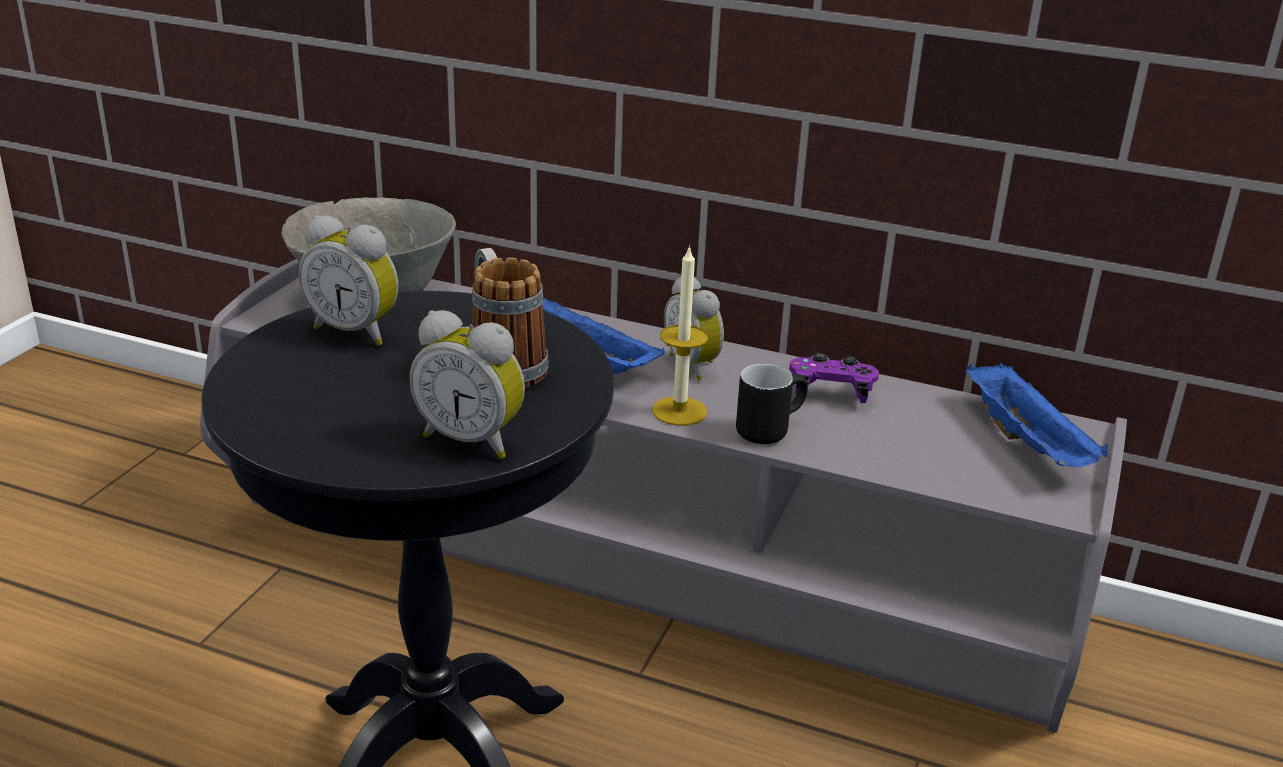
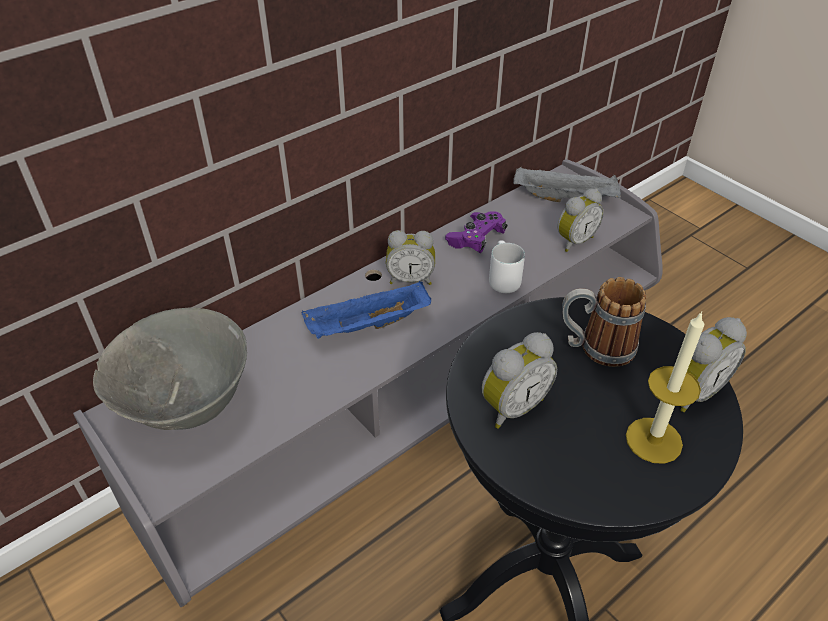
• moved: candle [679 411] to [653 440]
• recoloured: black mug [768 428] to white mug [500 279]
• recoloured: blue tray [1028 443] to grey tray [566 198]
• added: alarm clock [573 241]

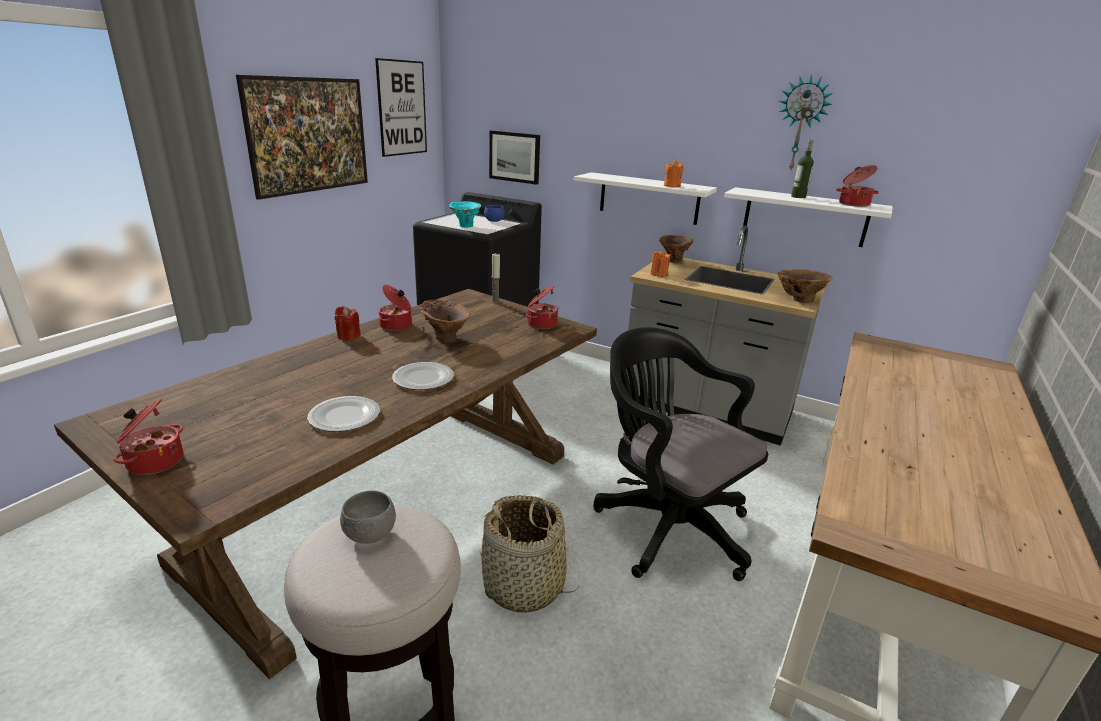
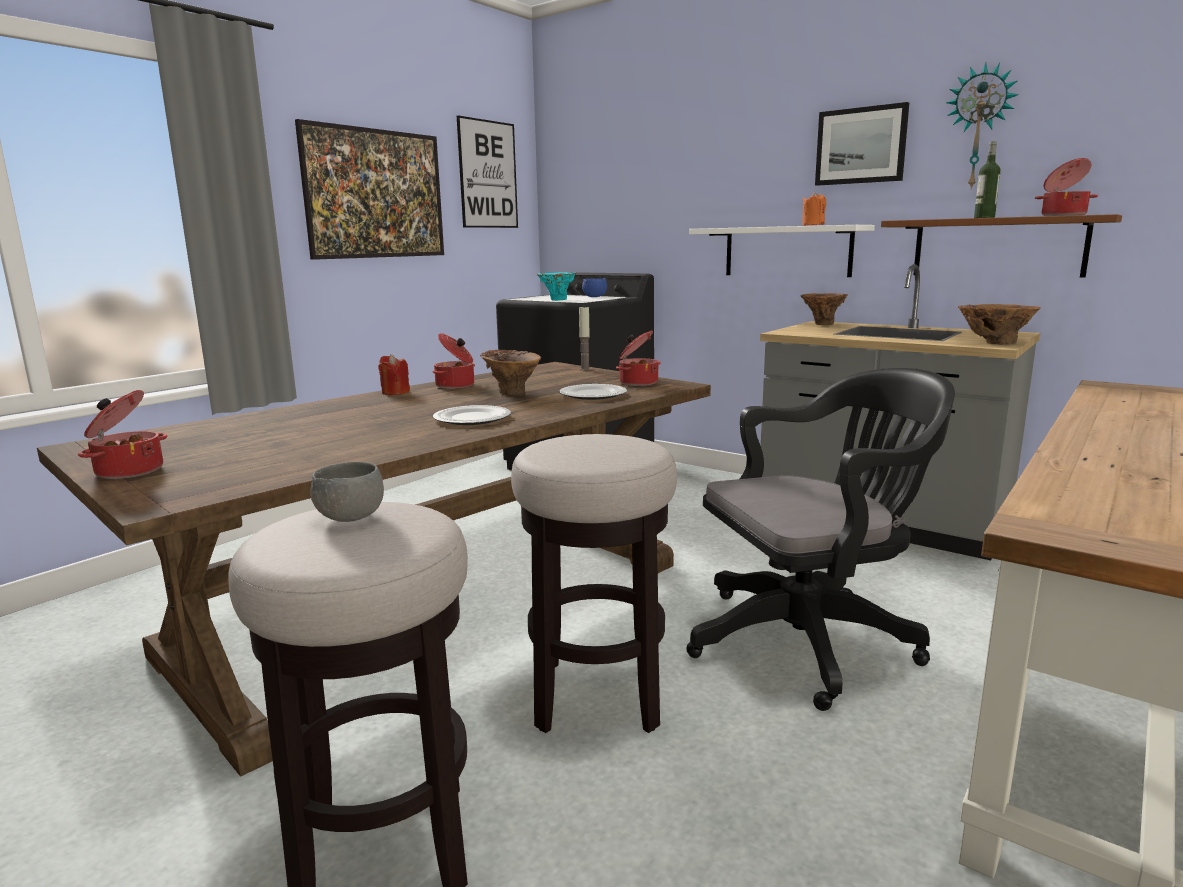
• moved: plate [345 416] to [593 394]
• replaced: basket [524 585] to stool [597 697]
• moved: picture [515 157] to [861 146]
• turned: black office chair [666 524] = [811 640] 105 degrees clockwise
• removed: orange candle [658 274]
• recoloured: white shelf [804 217] to brown shelf [998 247]

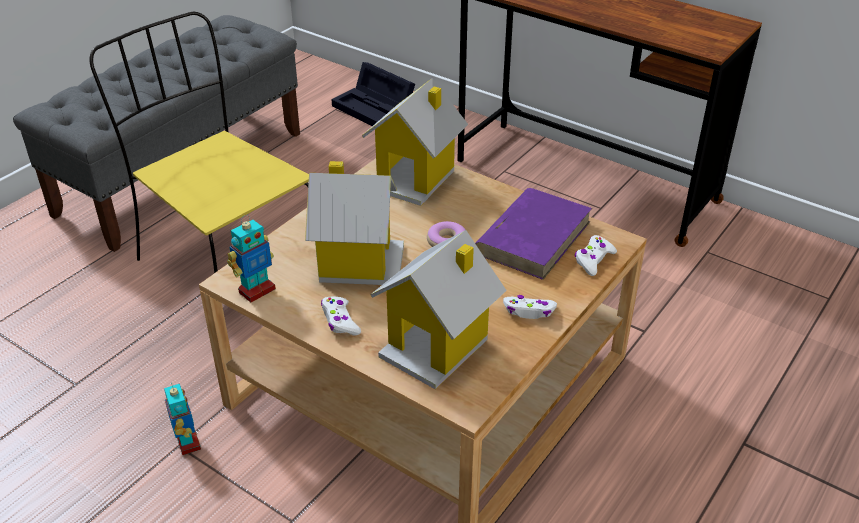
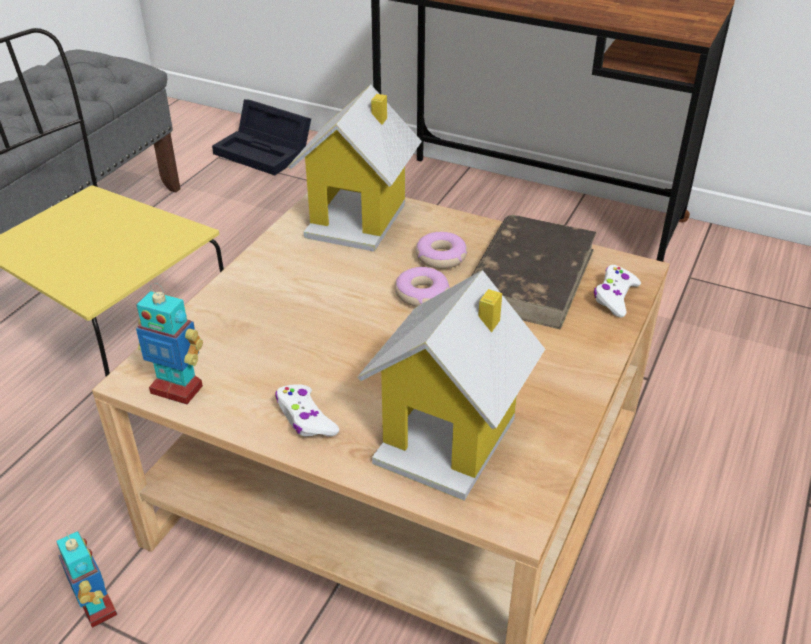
• turned: toy robot [256 290] = [177 389] 75 degrees clockwise
• removed: toy house [357 262]
• recoloured: purple book [533 236] to brown book [530 275]
• removed: white game controller [529 311]
• added: donut [441 257]

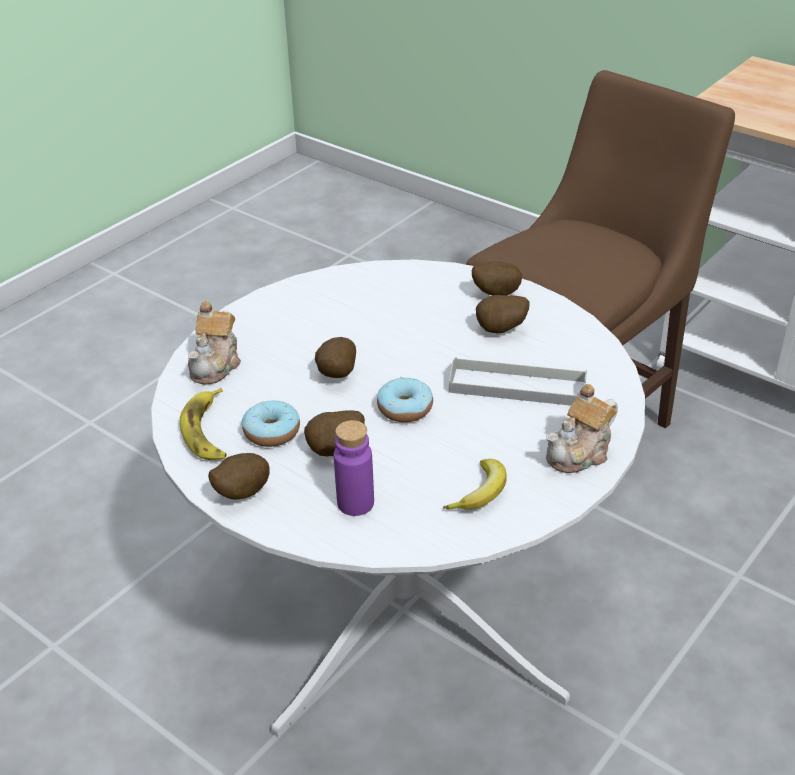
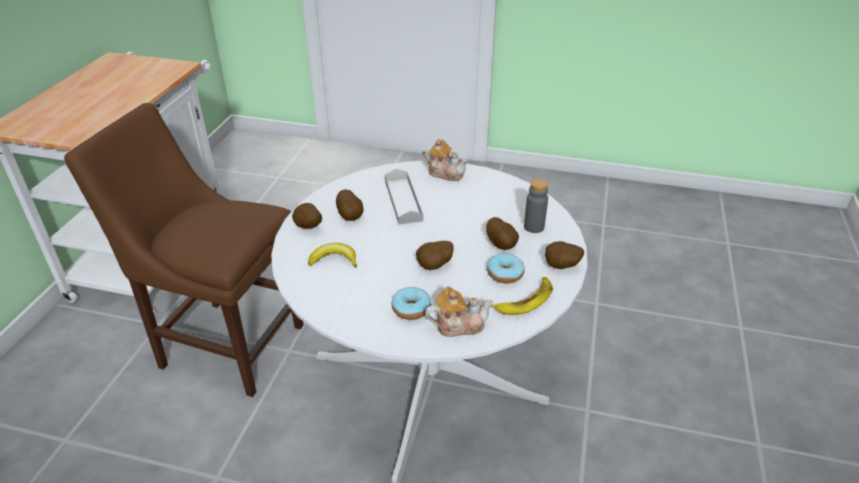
• recoloured: purple bottle [355 503] to grey bottle [534 227]
• moved: donut [405 408] to [411 309]
• moved: banana [481 493] to [334 260]

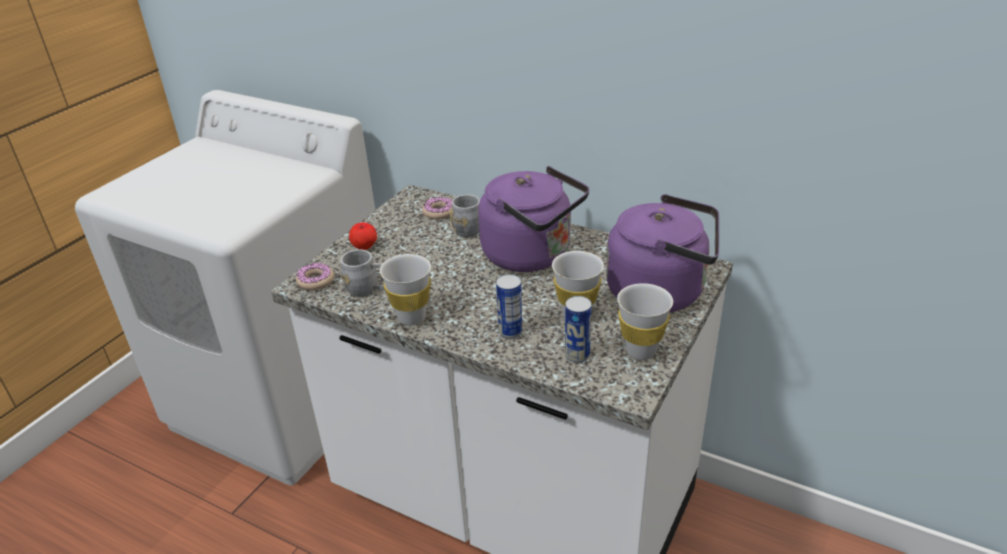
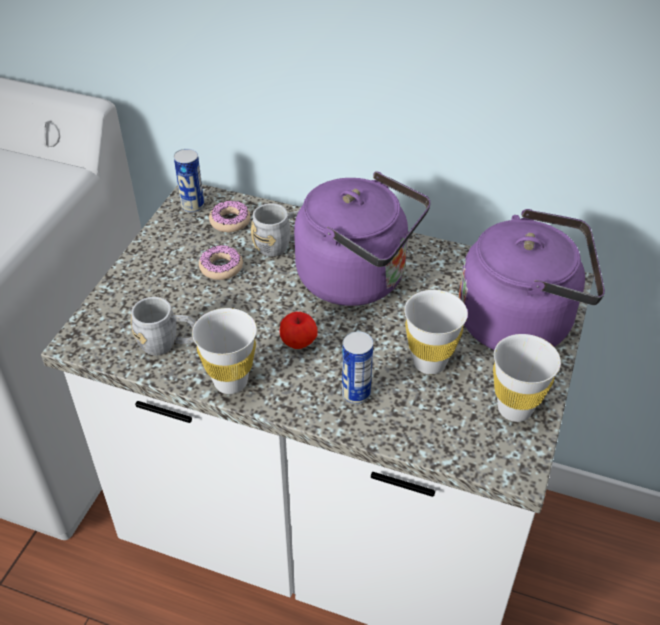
• moved: donut [315 281] to [221 267]
• moved: apple [365 247] to [298 342]
• moved: can [577 355] to [192 206]

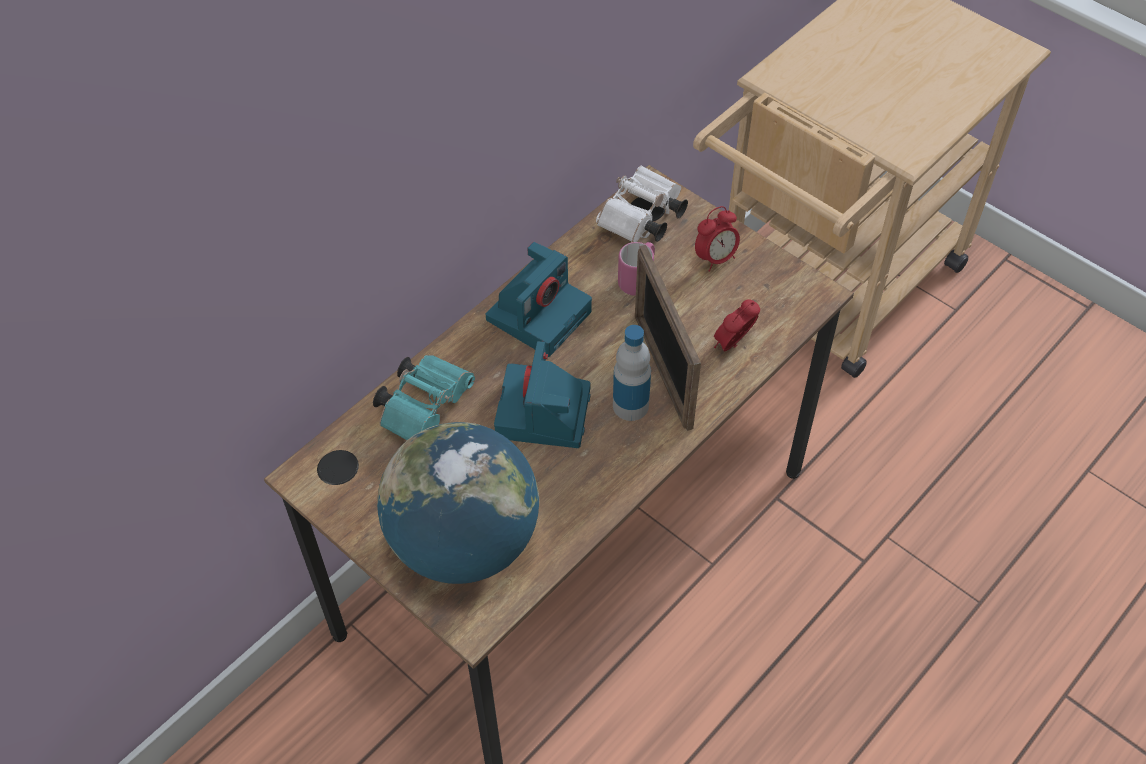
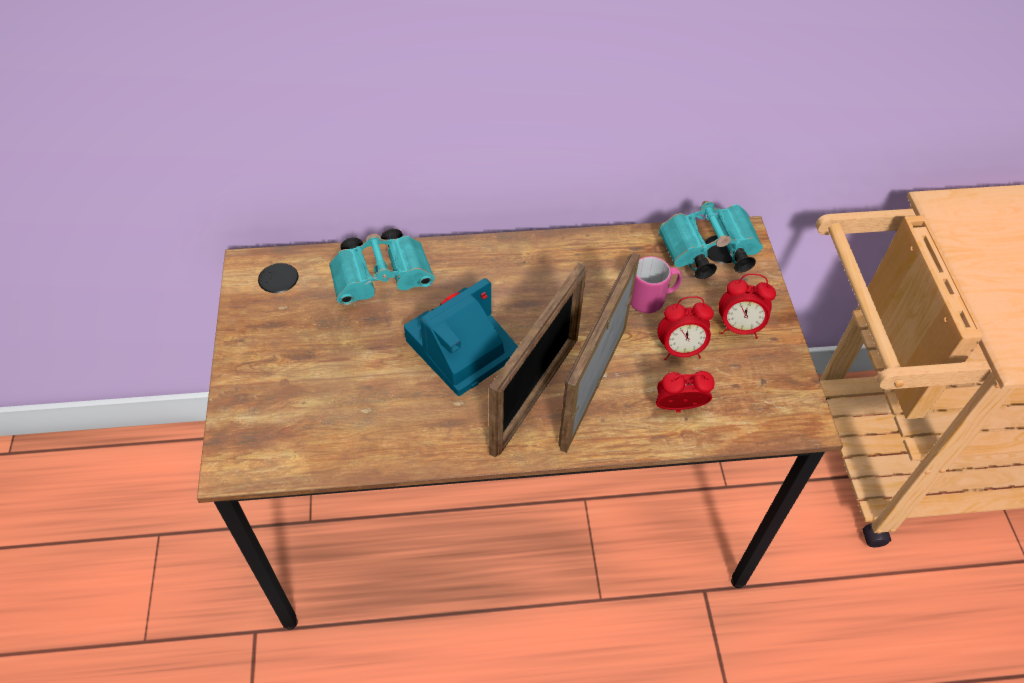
• removed: globe [464 542]
• removed: photo camera [539 313]
• recoloured: white binoculars [641 219] to turquoise binoculars [706 254]
• replaced: bottle [630 405] to picture frame [535 394]
• added: alarm clock [680 350]

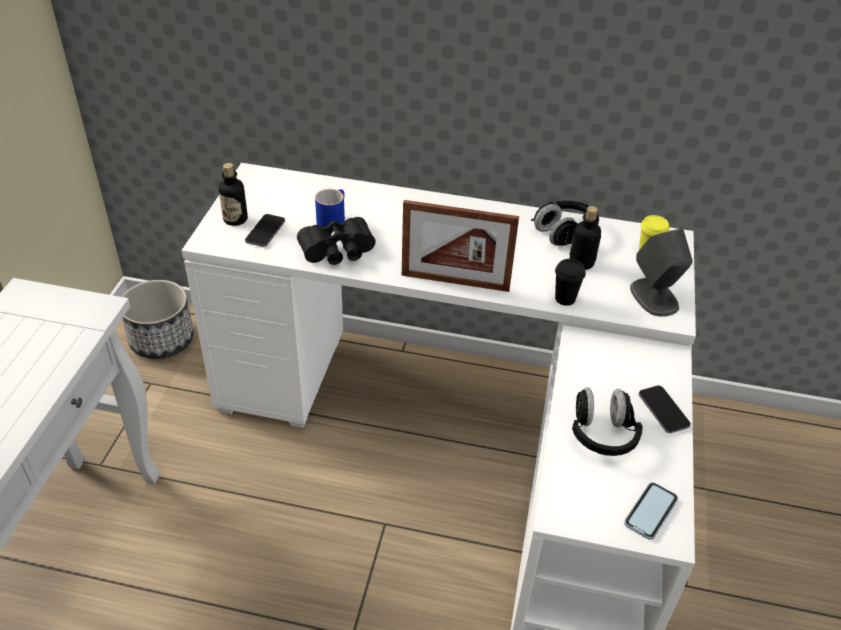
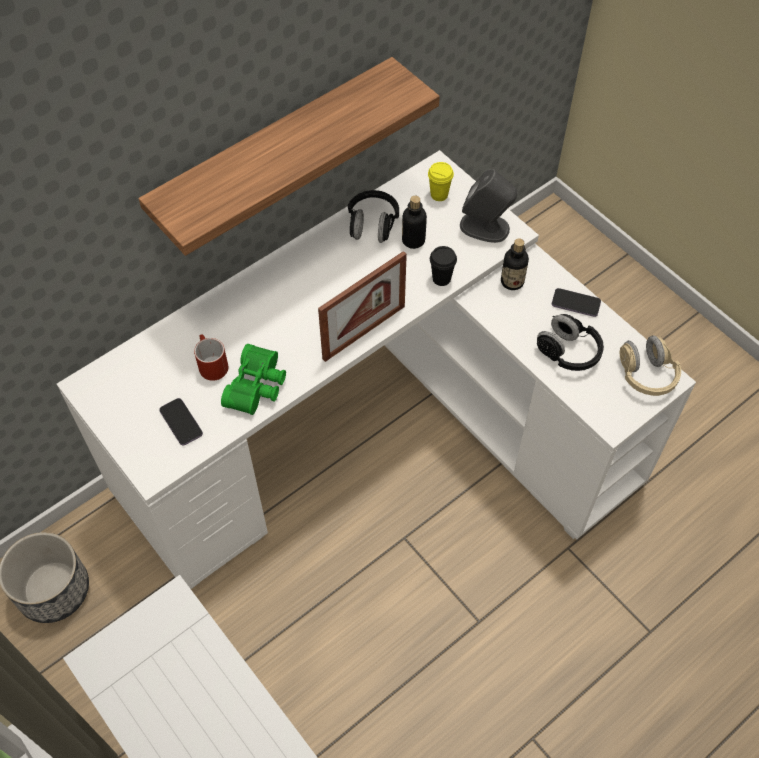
• moved: bottle [235 219] to [512 281]
• recoloured: black binoculars [338 252] to green binoculars [258 386]
• recoloured: blue mug [332 219] to red mug [210 364]
• replaced: phone [650 512] to beige headphones [646 374]
• added: shelf [275 153]

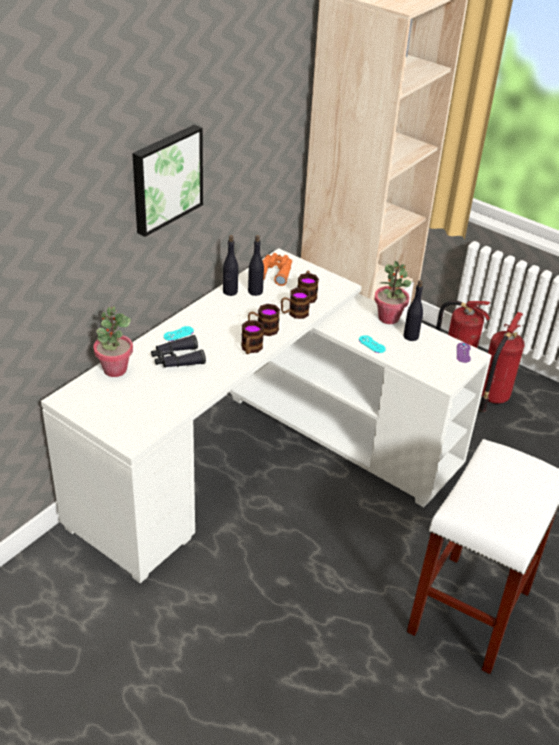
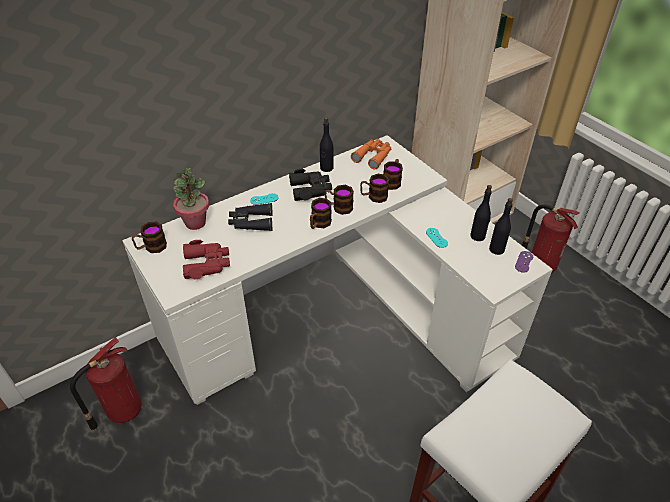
• removed: picture [165 178]
• moved: black bottle [255 291] to [497 249]
• removed: potted plant [389 318]
• moved: fire extinguisher [492 397] to [122 411]
• added: mug [151 247]
• added: red binoculars [207 264]
• added: black binoculars [310 189]

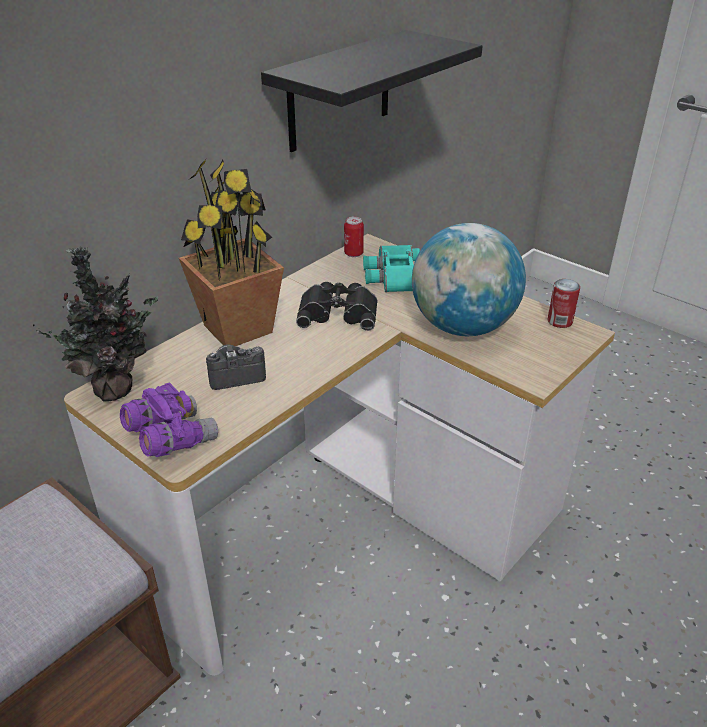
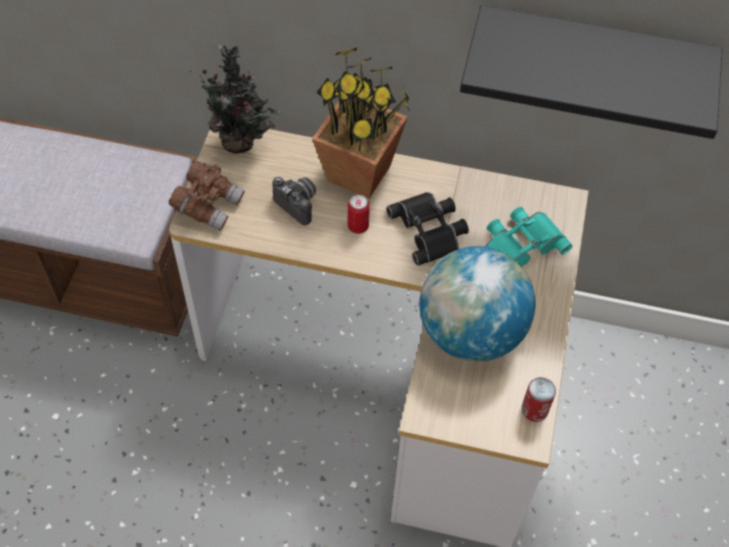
• recoloured: purple binoculars [171 438] to brown binoculars [208 205]
• moved: can [353 253] to [358 226]

